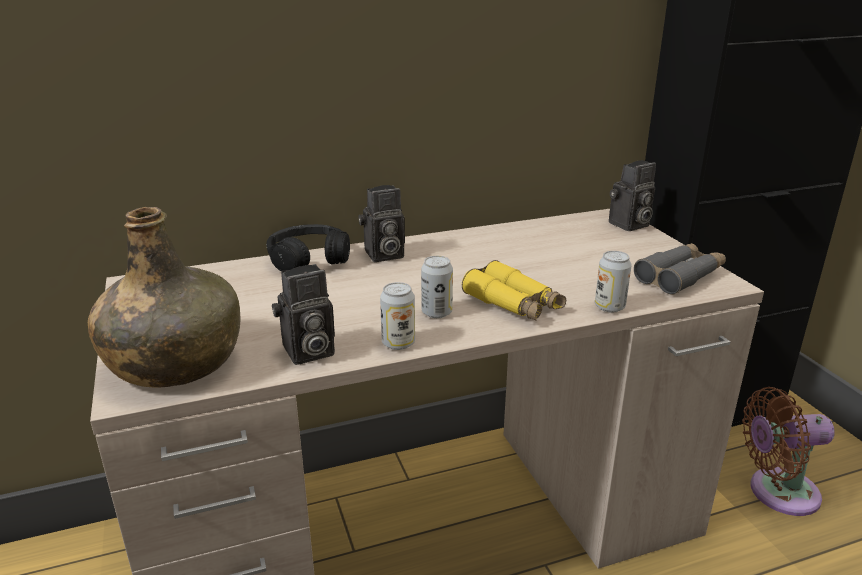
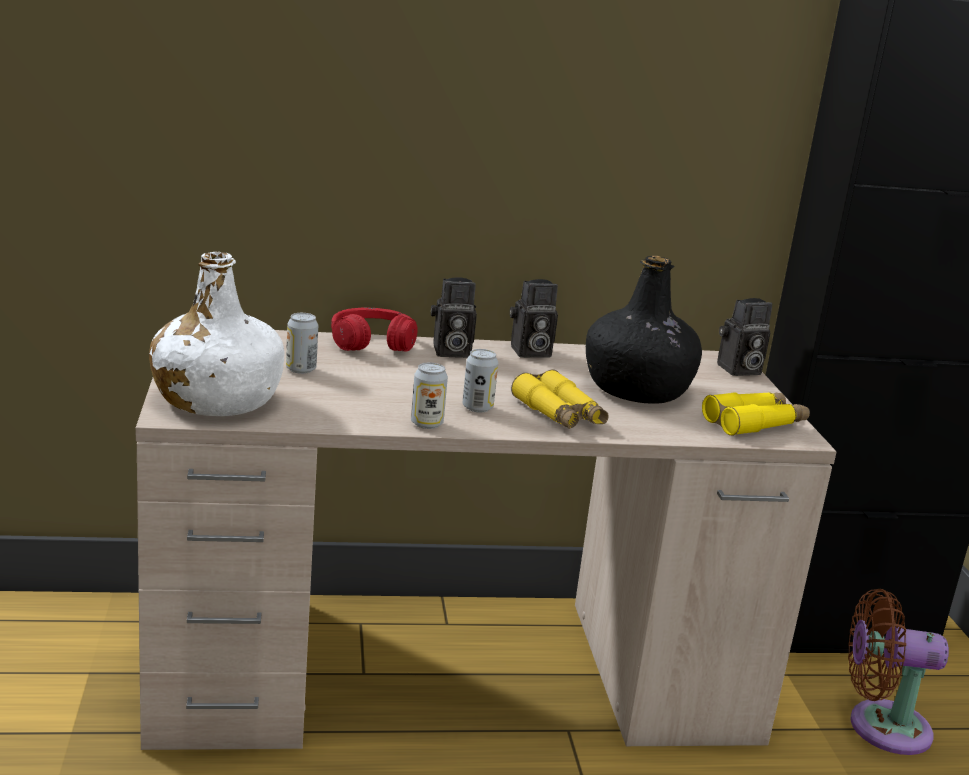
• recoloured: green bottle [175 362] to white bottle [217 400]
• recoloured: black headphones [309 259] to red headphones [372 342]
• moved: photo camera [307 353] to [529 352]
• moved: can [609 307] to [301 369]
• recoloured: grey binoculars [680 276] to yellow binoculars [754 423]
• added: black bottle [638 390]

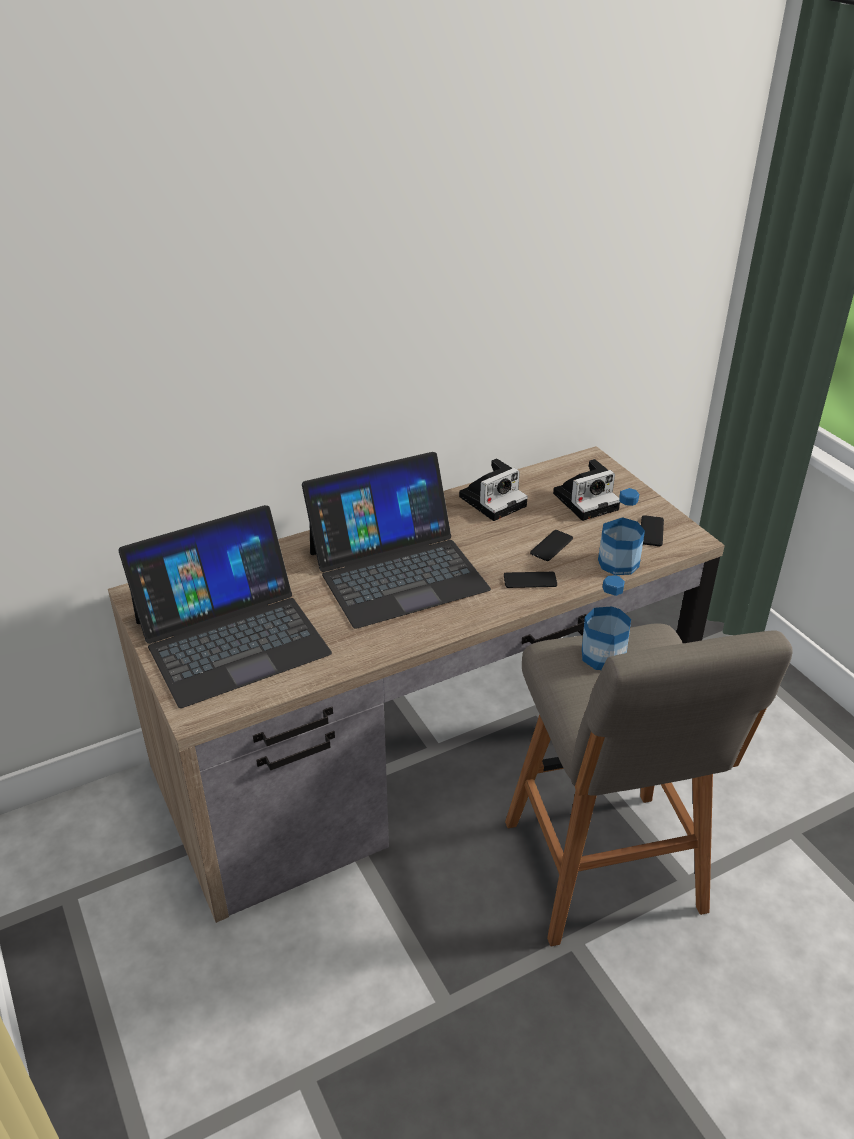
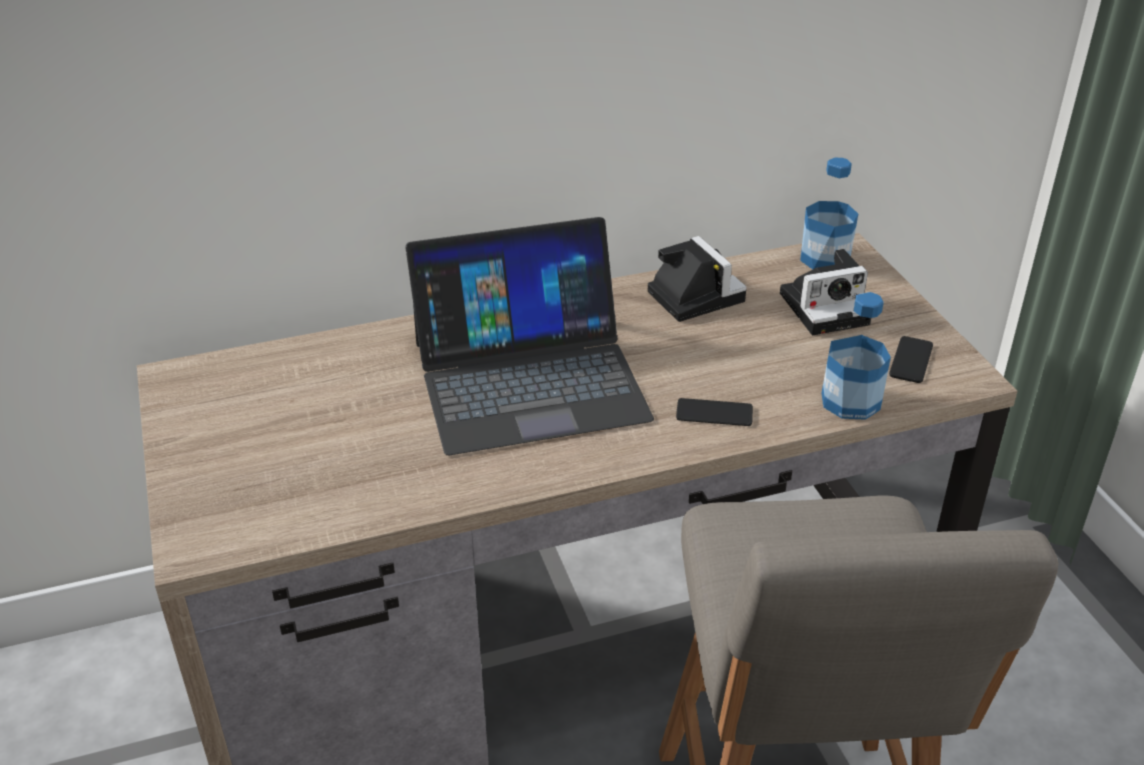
• removed: laptop [231 636]
• turned: photo camera [494 500] = [692 295] 90 degrees counterclockwise
• removed: phone [551 546]
• moved: bottle [603 655] to [825 258]

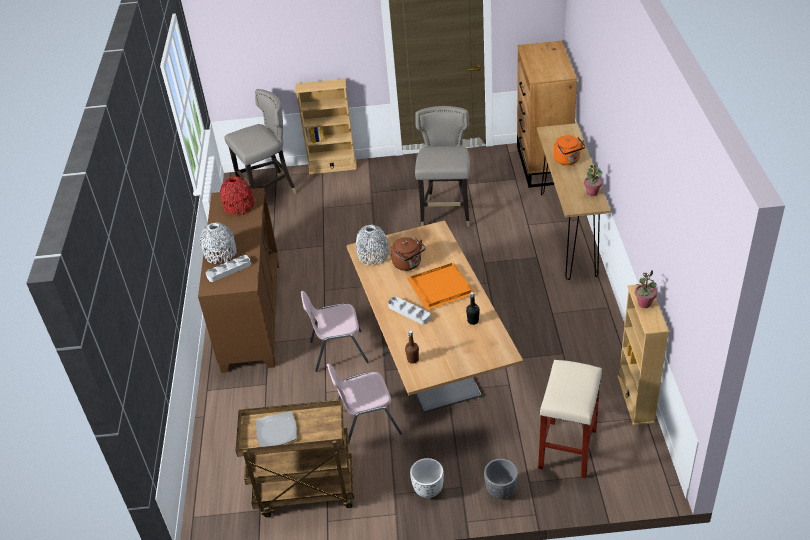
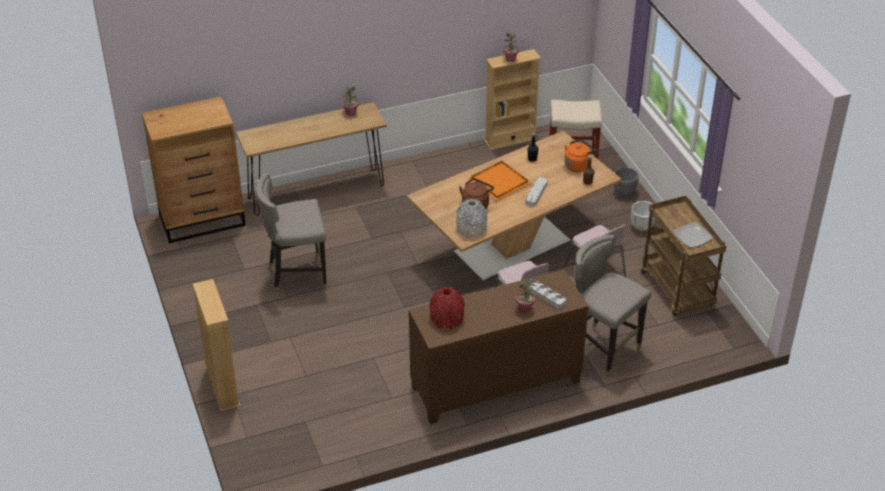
• replaced: grey vase [220 254] to potted plant [524 309]
• moved: grey stool [269 193] to [602 349]
• moved: orange kettle [568 160] to [578 165]

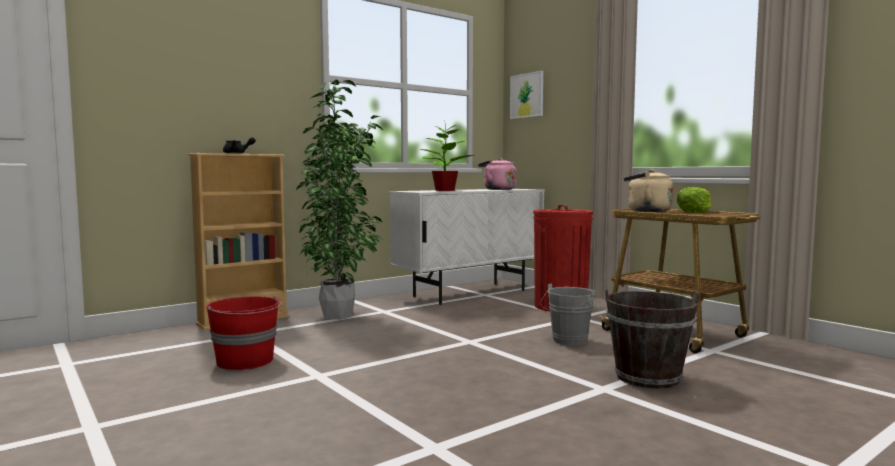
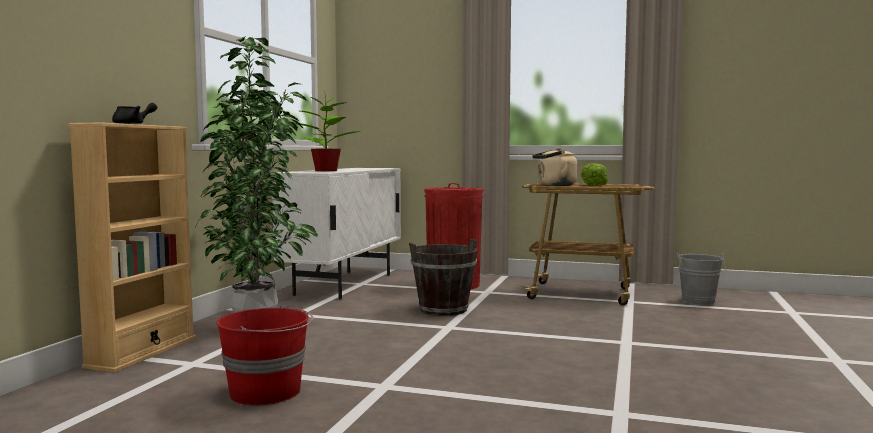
• removed: pink kettle [497 189]
• removed: picture [527 95]
• moved: grey bucket [567 341] to [699 302]
• moved: brown bucket [647 378] to [443 310]

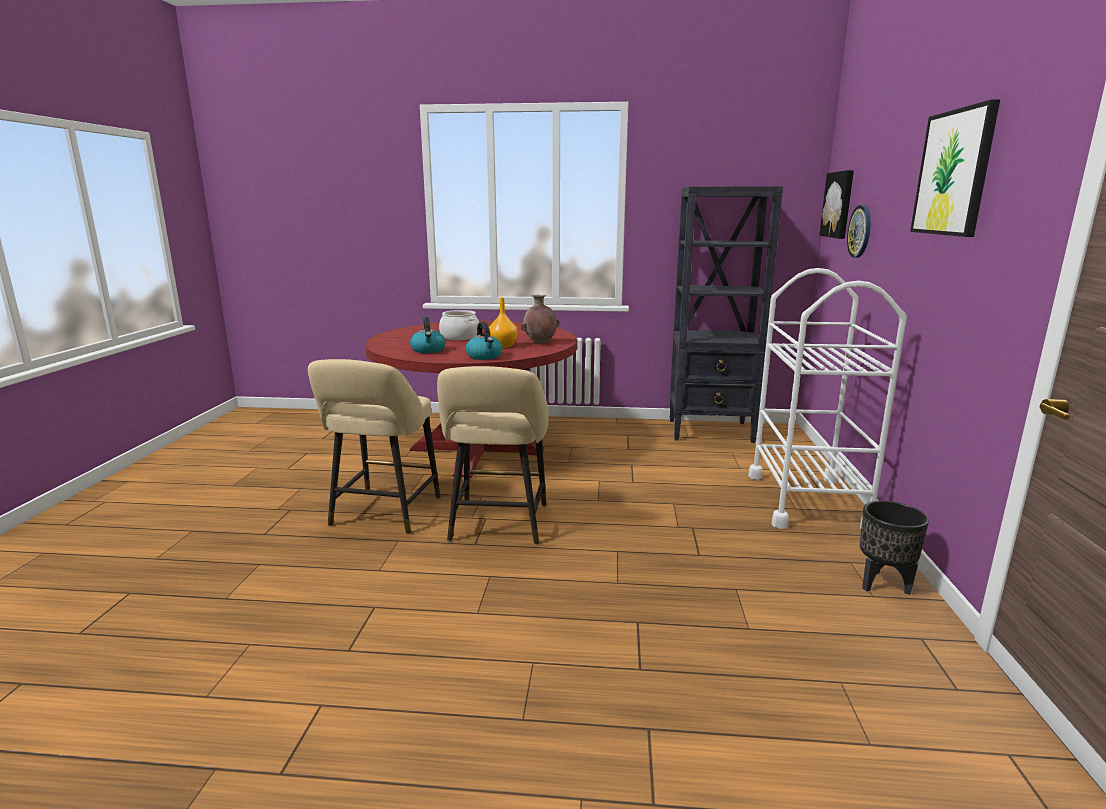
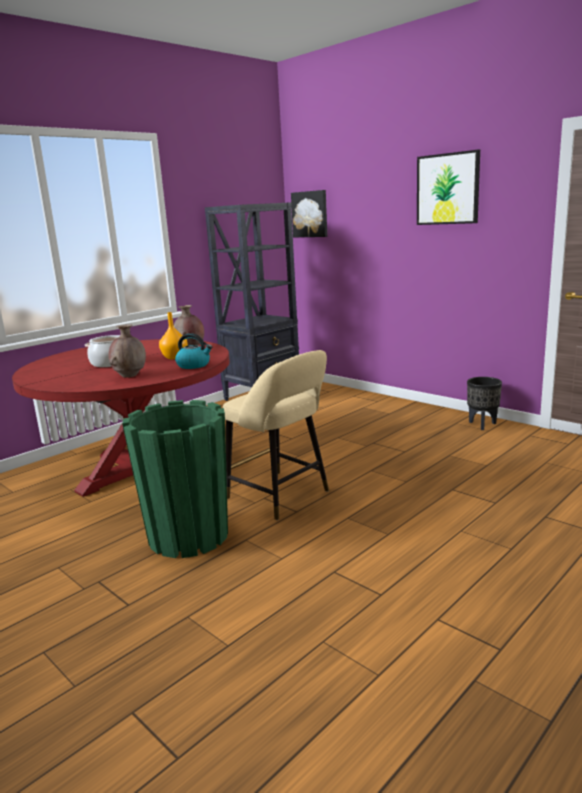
• replaced: beige stool [383 514] to green planter [188 536]
• replaced: kettle [428 350] to brown vase [130 376]
• removed: white cart [807 501]
• removed: wall clock [860 231]

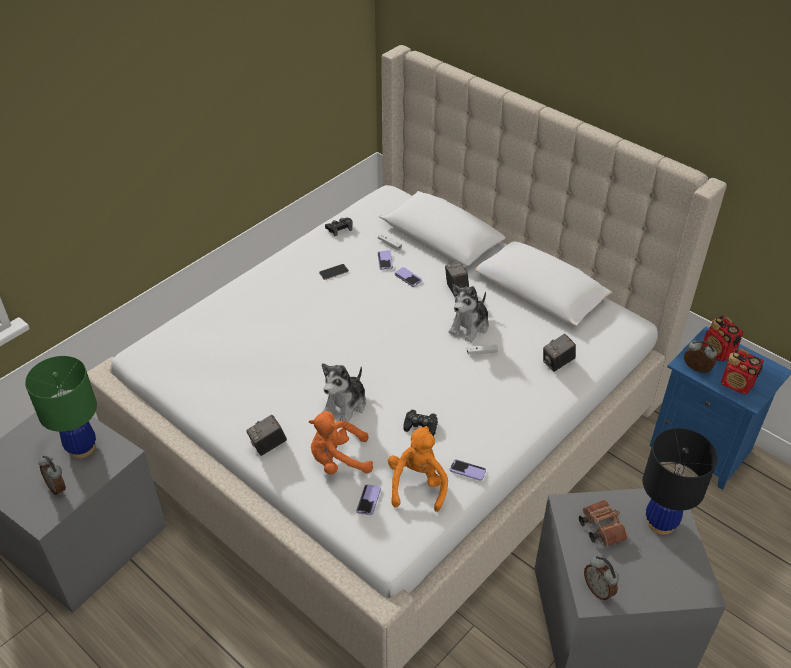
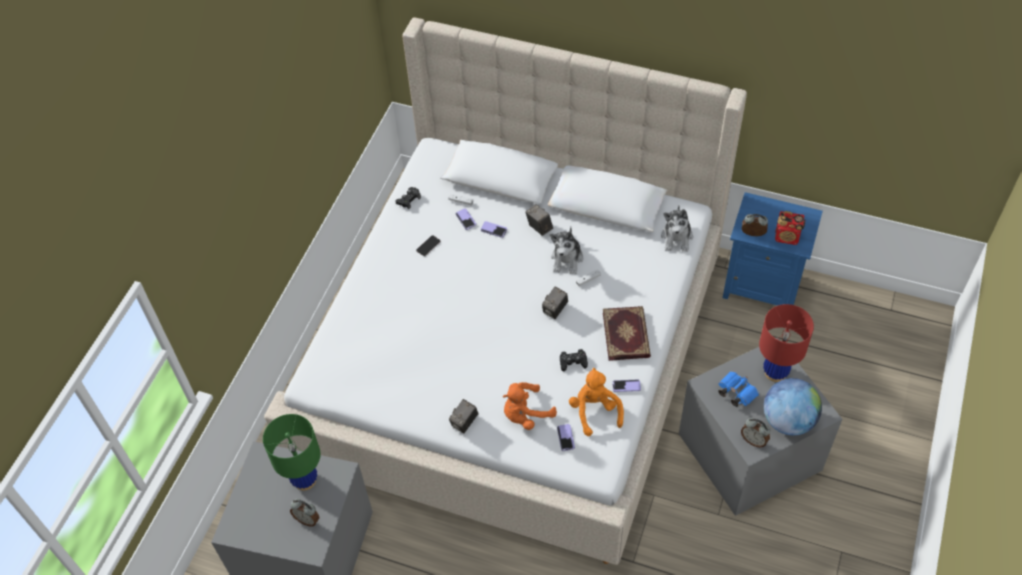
• moved: plush toy [346 405] to [677 237]
• moved: photo camera [557 363] to [555 310]
• recoloured: brown binoculars [600 527] to blue binoculars [735 392]
• recoloured: black table lamp [660 522] to red table lamp [775 372]
• removed: radio [718 352]
• added: book [627 335]
• added: globe [788 420]

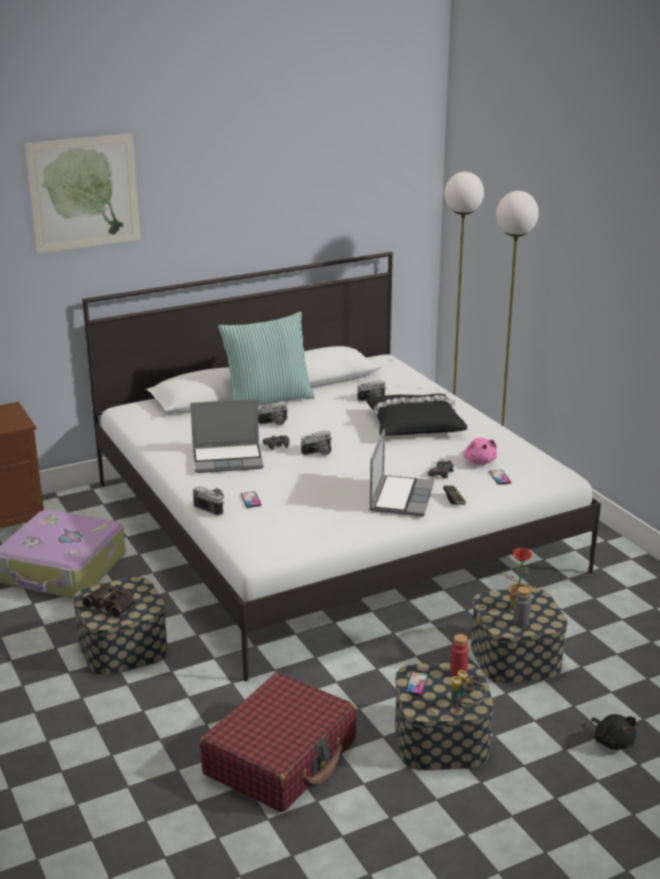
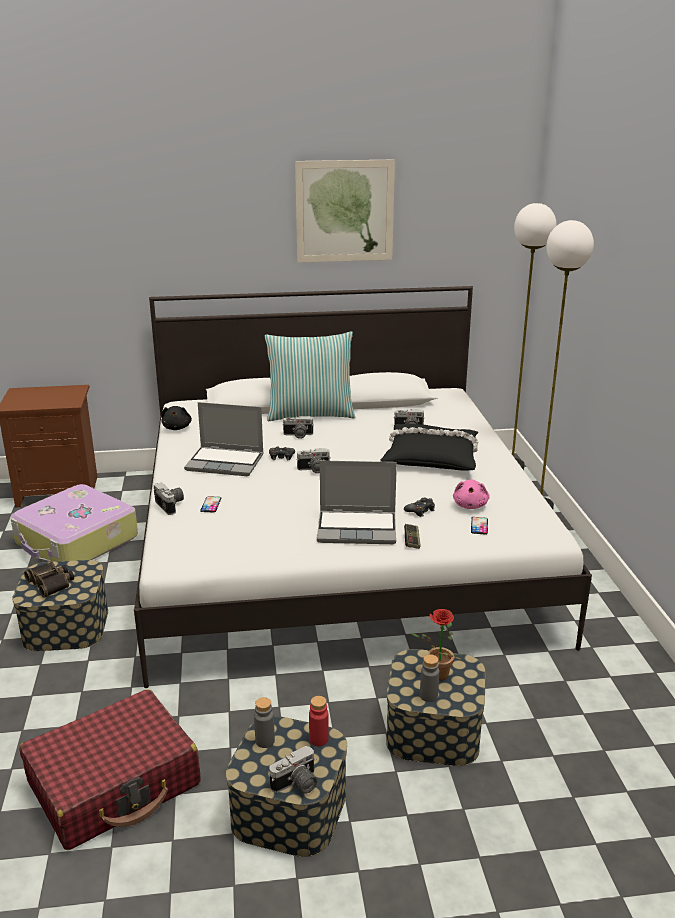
• moved: picture [84 193] to [345 211]
• turned: laptop [400 497] = [358 528] 60 degrees clockwise
• replaced: phone [416 684] to grey bottle [265 741]
• replaced: binoculars [466 707] to photo camera [297 785]
• moved: black plush toy [612 741] to [177 428]

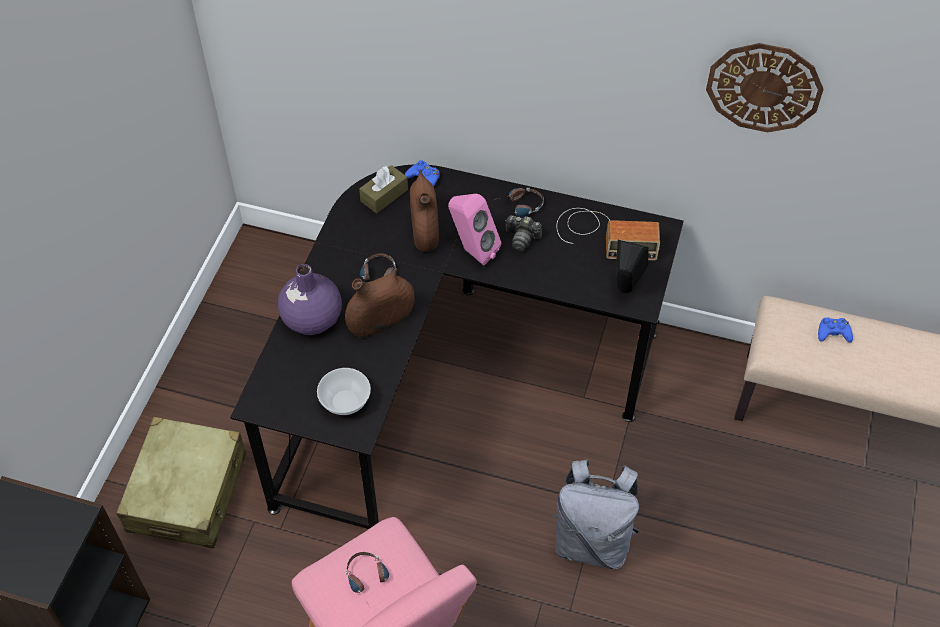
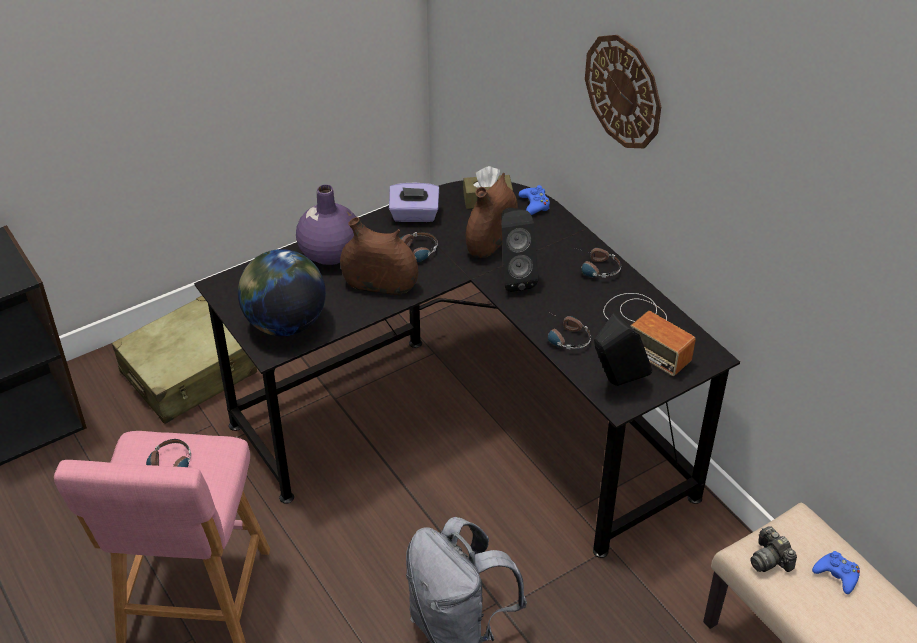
• replaced: bowl [344 402] to globe [285 323]
• recoloured: pink speaker [472 251] to black speaker [514 277]
• moved: photo camera [522 238] to [770 559]
• moved: wall clock [764 87] to [623 91]
• added: purple tissue box [414 215]
• added: headphones [564 337]

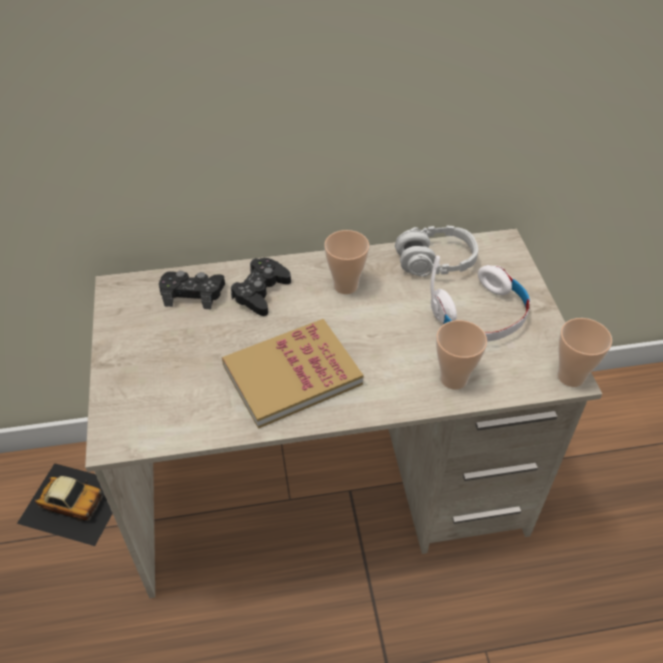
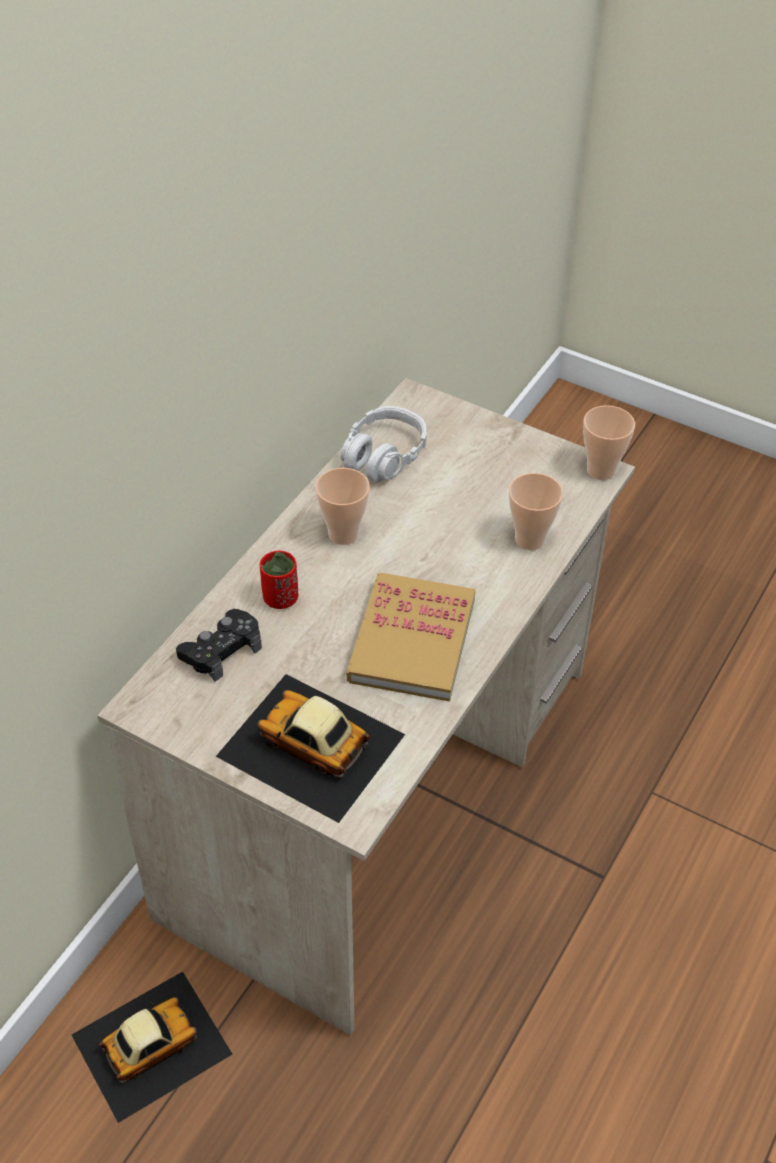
• replaced: black game controller [261 292] to red cup [280 598]
• removed: white headphones [481 315]
• added: toy car [311 746]

